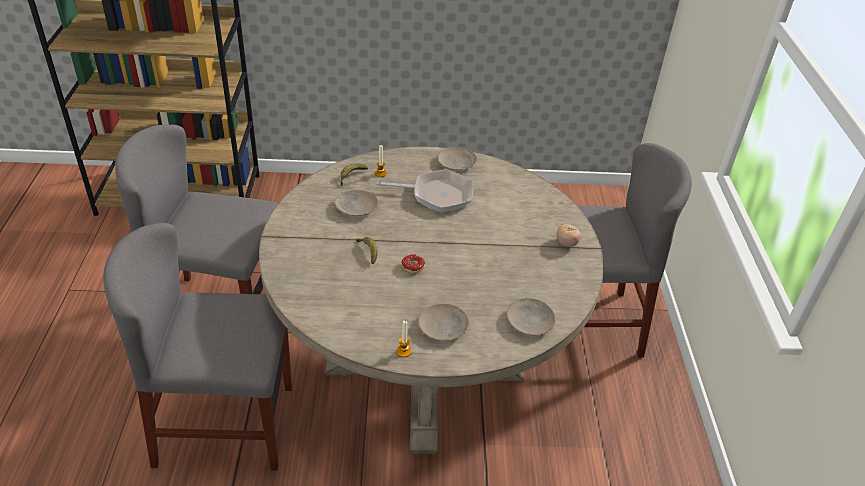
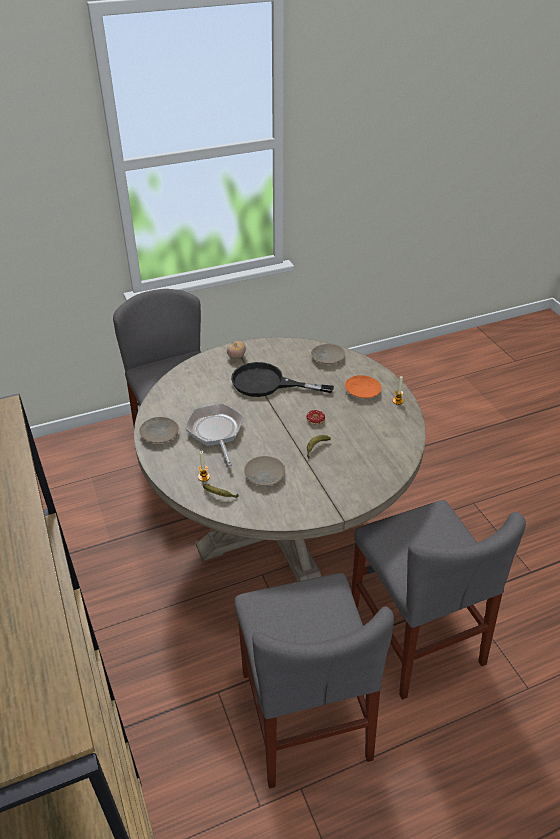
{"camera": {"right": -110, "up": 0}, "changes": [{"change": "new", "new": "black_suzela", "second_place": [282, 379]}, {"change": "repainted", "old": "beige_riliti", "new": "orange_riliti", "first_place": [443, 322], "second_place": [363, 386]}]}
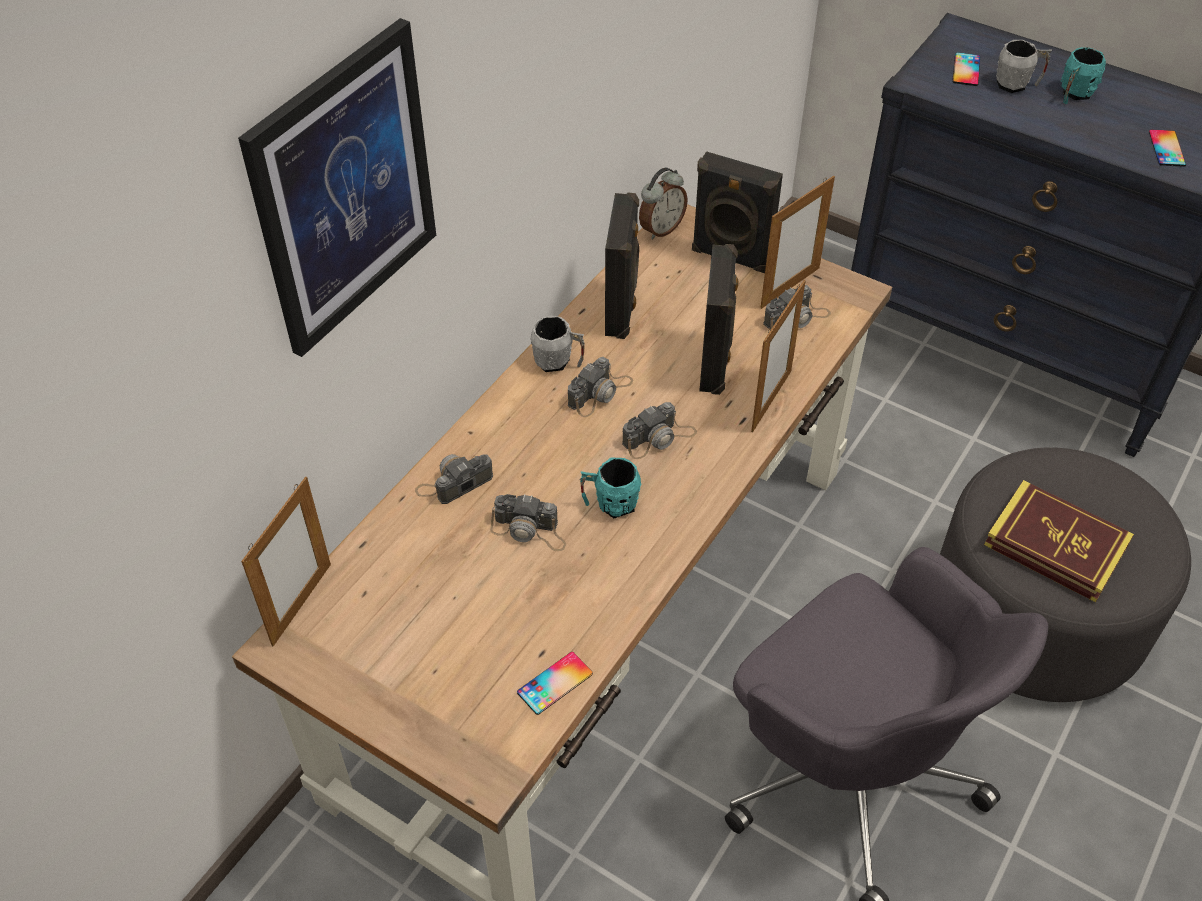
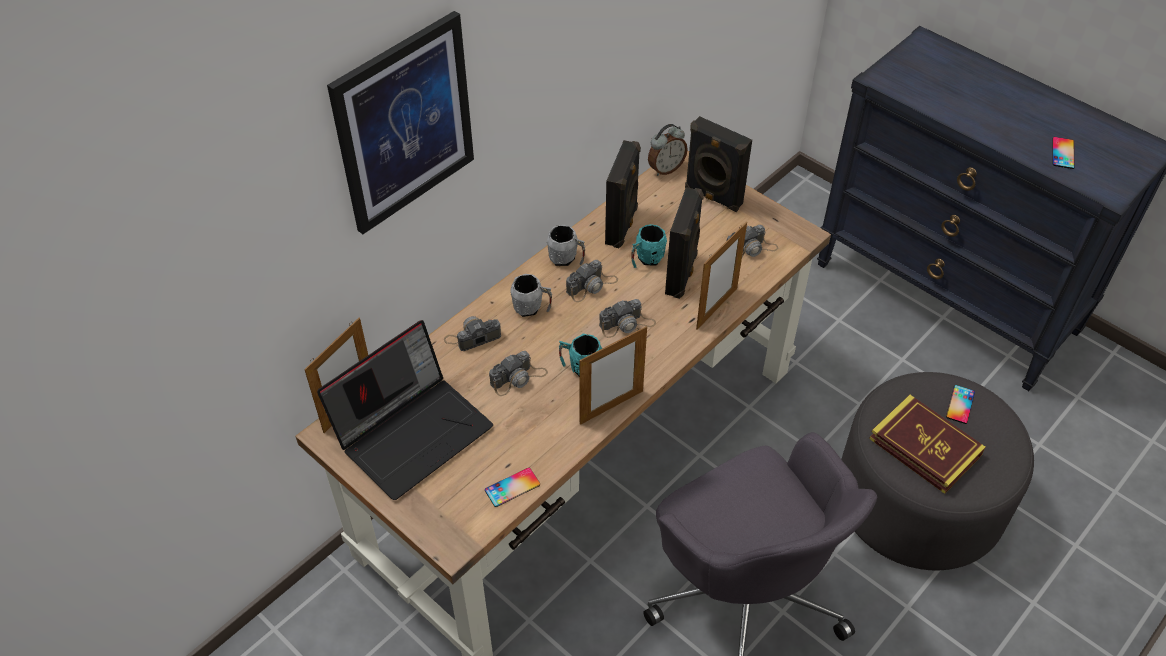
{"camera": {"right": 10, "up": 0}, "changes": [{"change": "new", "new": "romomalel", "second_place": [405, 410]}, {"change": "shifted", "old": "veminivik", "first_place": [797, 242], "second_place": [613, 375]}, {"change": "shifted", "old": "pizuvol", "first_place": [966, 69], "second_place": [960, 404]}, {"change": "shifted", "old": "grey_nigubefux", "first_place": [1024, 66], "second_place": [531, 295]}, {"change": "shifted", "old": "turquoise_nigubefux", "first_place": [1083, 75], "second_place": [649, 246]}, {"change": "rotated", "old": "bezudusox", "first_place": [528, 522], "second_place": [518, 373], "degrees": -60}]}
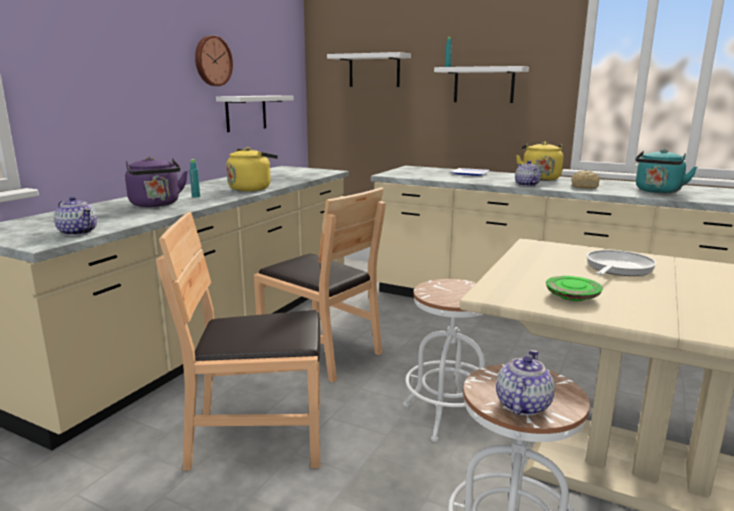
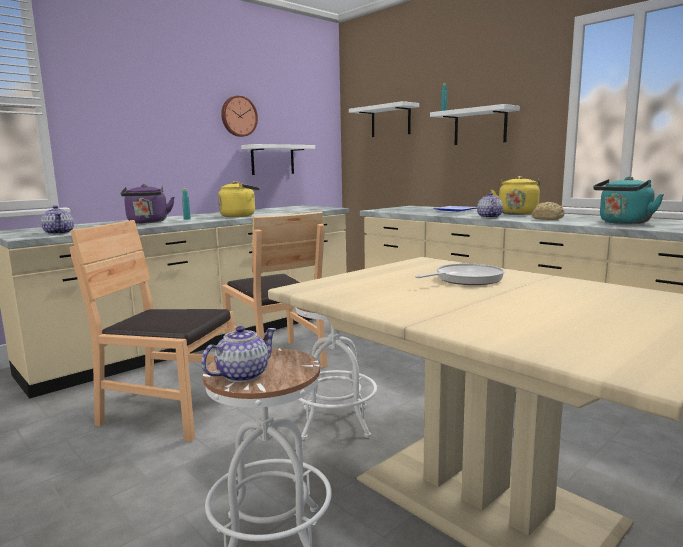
{"camera": {"right": 20, "up": -5}, "changes": [{"change": "gone", "old": "green_riliti", "first_place": [574, 288]}]}
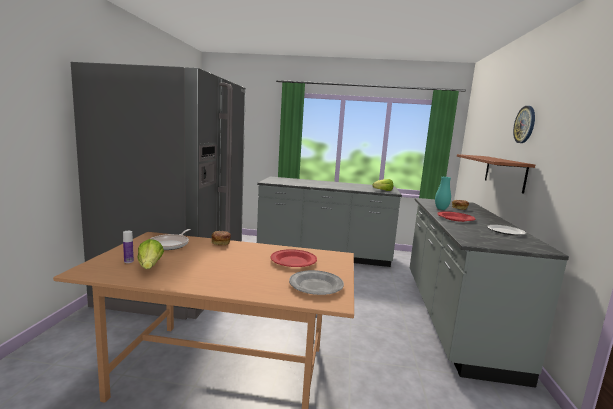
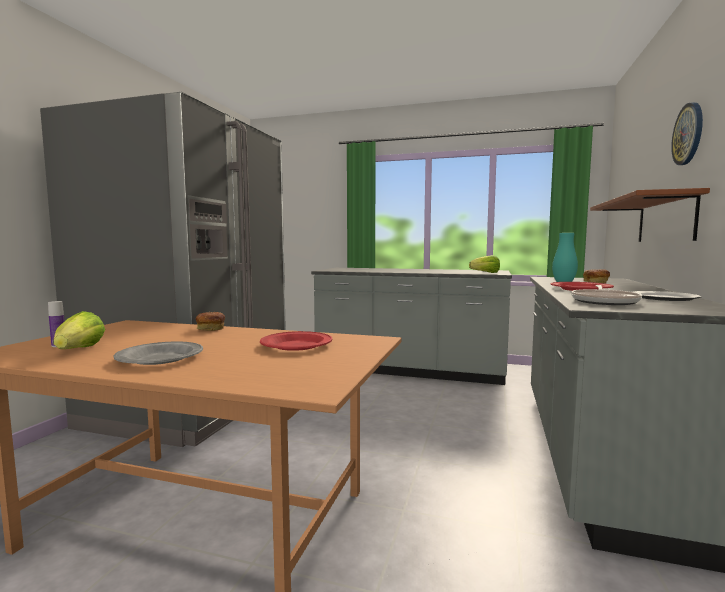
{"camera": {"right": 10, "up": -5}, "changes": [{"change": "shifted", "old": "suzela", "first_place": [170, 239], "second_place": [606, 295]}, {"change": "shifted", "old": "grey_riliti", "first_place": [316, 282], "second_place": [158, 353]}]}
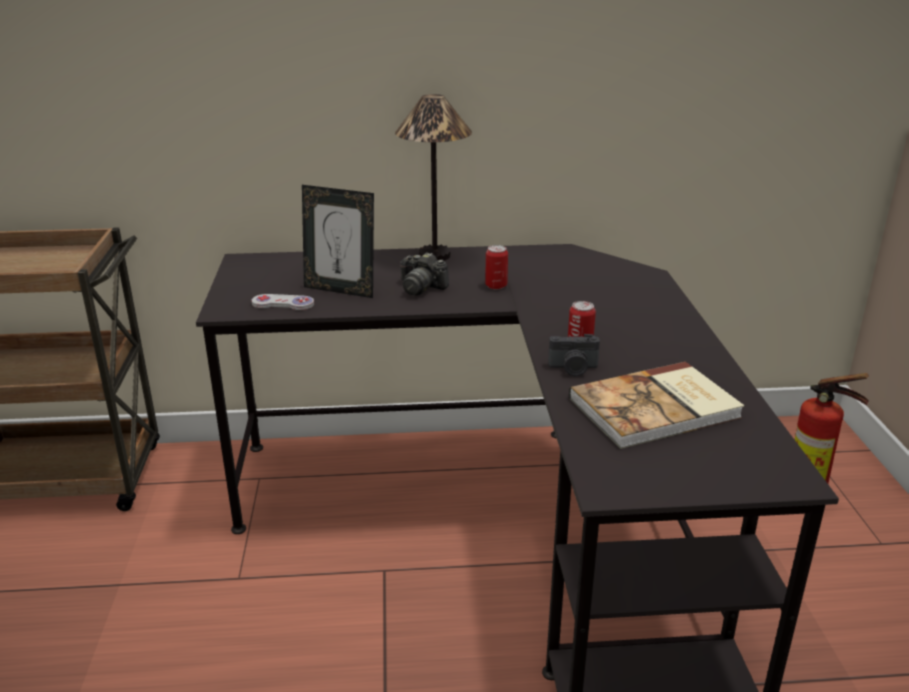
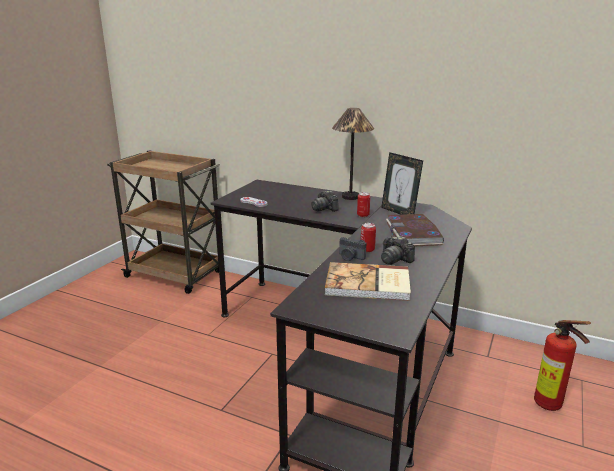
{"camera": {"right": 30, "up": -5}, "changes": [{"change": "new", "new": "bezudusox", "second_place": [398, 250]}, {"change": "new", "new": "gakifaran", "second_place": [415, 230]}, {"change": "shifted", "old": "veminivik", "first_place": [338, 241], "second_place": [402, 183]}]}
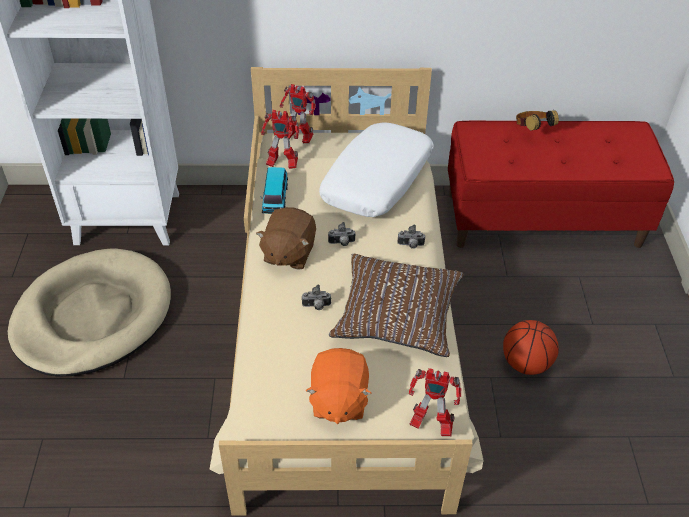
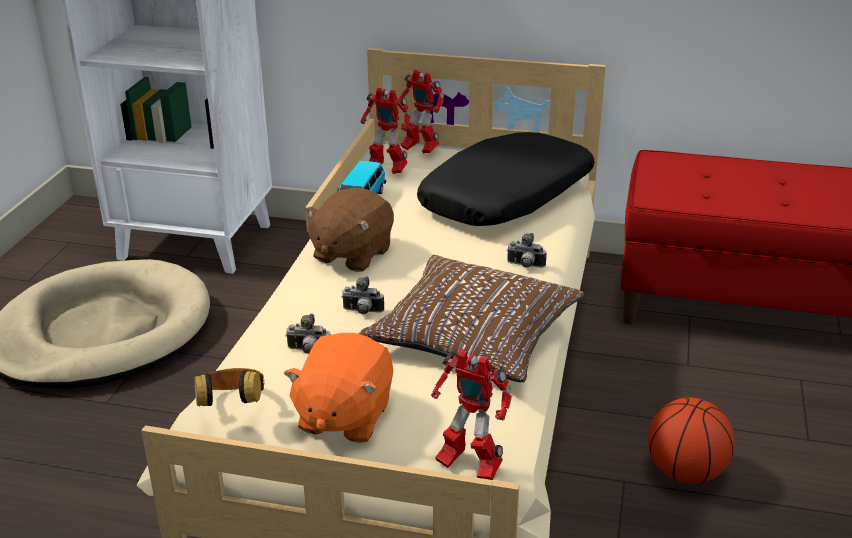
{"camera": {"right": 15, "up": -15}, "changes": [{"change": "shifted", "old": "bezudusox", "first_place": [342, 234], "second_place": [307, 334]}, {"change": "shifted", "old": "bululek", "first_place": [537, 120], "second_place": [229, 387]}, {"change": "repainted", "old": "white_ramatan", "new": "black_ramatan", "first_place": [376, 169], "second_place": [506, 179]}]}
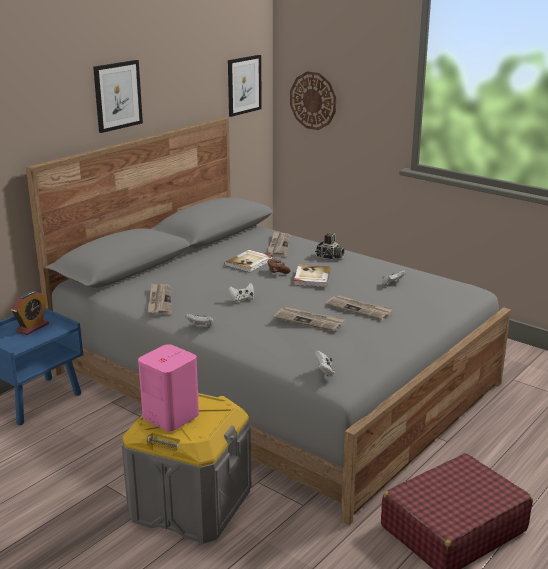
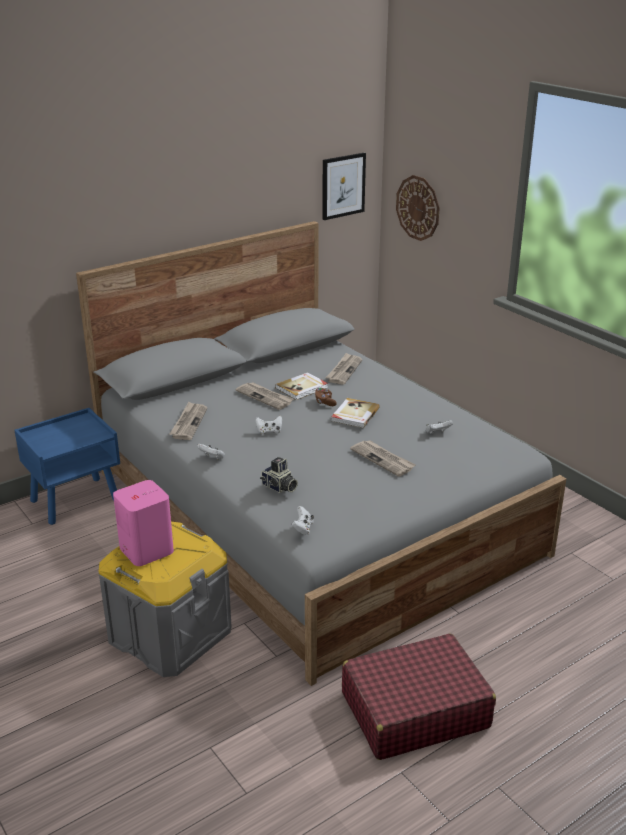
{"camera": {"right": 15, "up": 5}, "changes": [{"change": "gone", "old": "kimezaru", "first_place": [30, 313]}, {"change": "gone", "old": "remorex", "first_place": [118, 96]}, {"change": "shifted", "old": "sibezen", "first_place": [309, 319], "second_place": [264, 396]}, {"change": "shifted", "old": "bezudusox", "first_place": [330, 246], "second_place": [279, 475]}]}
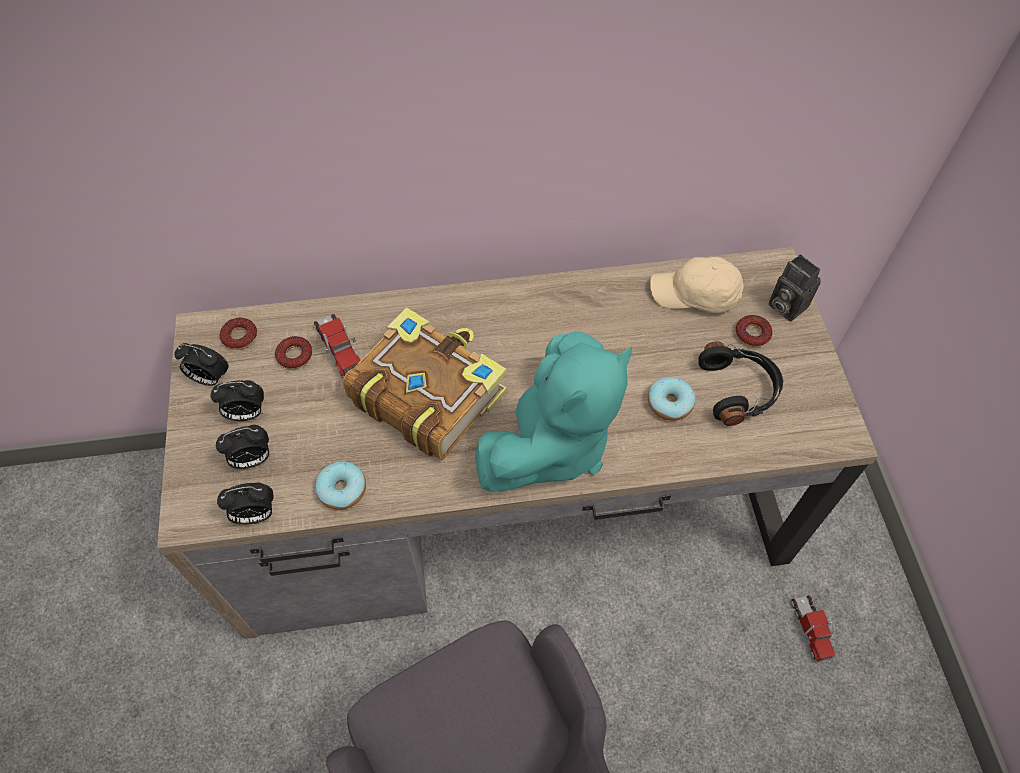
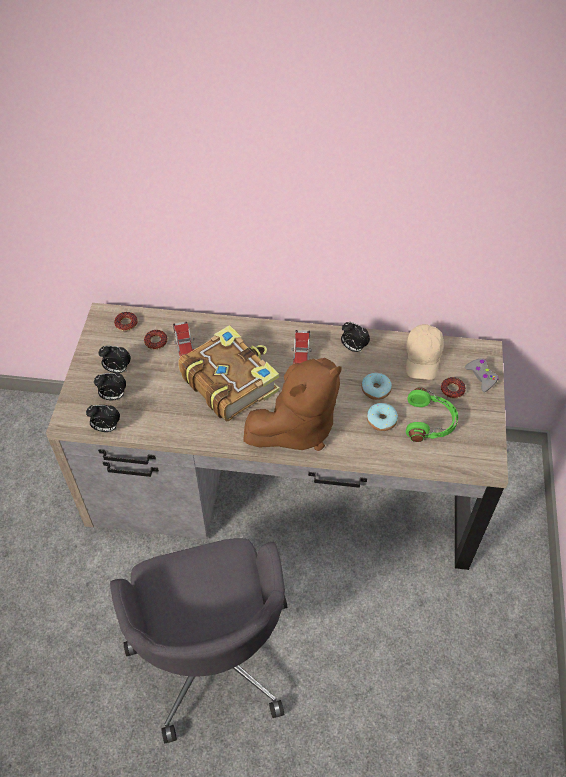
{"camera": {"right": 15, "up": -5}, "changes": [{"change": "shifted", "old": "kimezaru", "first_place": [201, 364], "second_place": [355, 337]}, {"change": "shifted", "old": "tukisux", "first_place": [340, 485], "second_place": [376, 386]}, {"change": "shifted", "old": "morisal", "first_place": [813, 628], "second_place": [301, 347]}, {"change": "swapped", "old": "bezudusox", "new": "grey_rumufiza", "first_place": [794, 287], "second_place": [481, 375]}, {"change": "repainted", "old": "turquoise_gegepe", "new": "brown_gegepe", "first_place": [553, 411], "second_place": [292, 404]}, {"change": "repainted", "old": "black_bululek", "new": "green_bululek", "first_place": [741, 384], "second_place": [432, 414]}, {"change": "rotated", "old": "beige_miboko", "first_place": [696, 285], "second_place": [425, 352], "degrees": -105}]}
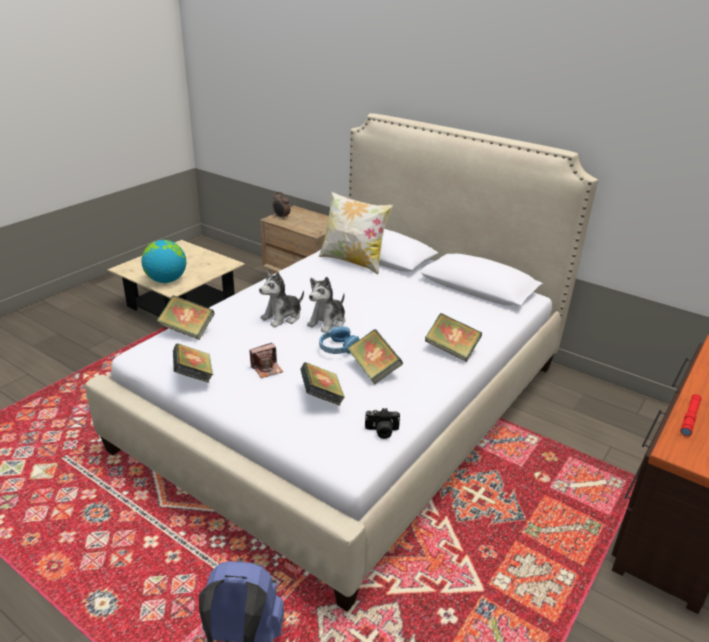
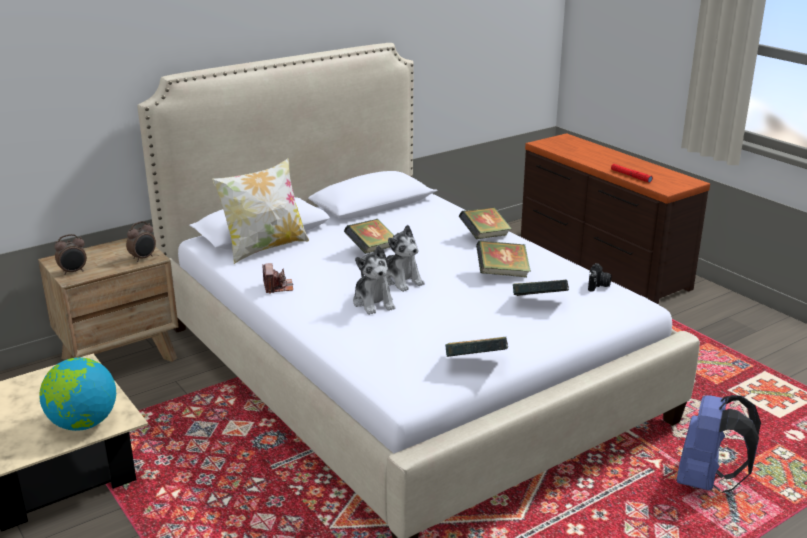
{"camera": {"right": -70, "up": -5}, "changes": [{"change": "gone", "old": "blue_bululek", "first_place": [339, 340]}, {"change": "new", "new": "kimezaru", "second_place": [141, 241]}, {"change": "shifted", "old": "gakifaran", "first_place": [186, 317], "second_place": [369, 236]}, {"change": "shifted", "old": "bezudusox", "first_place": [266, 360], "second_place": [277, 278]}]}
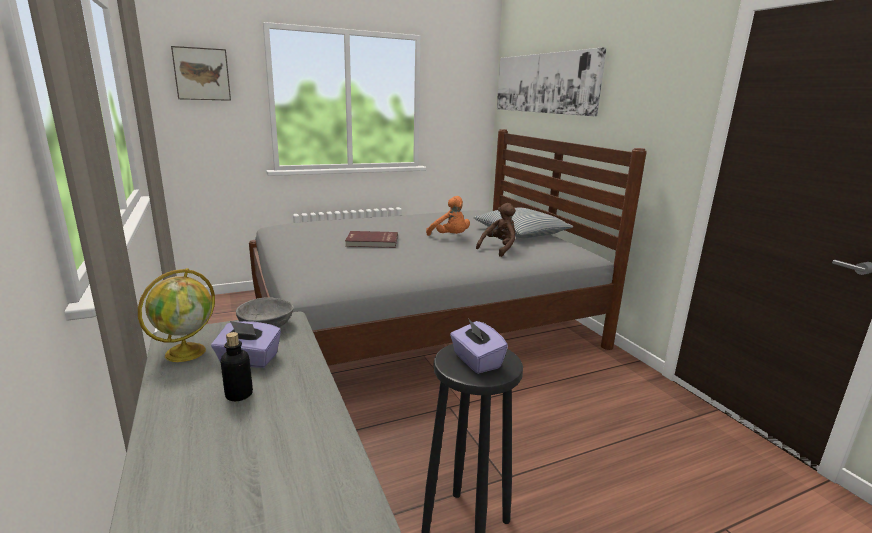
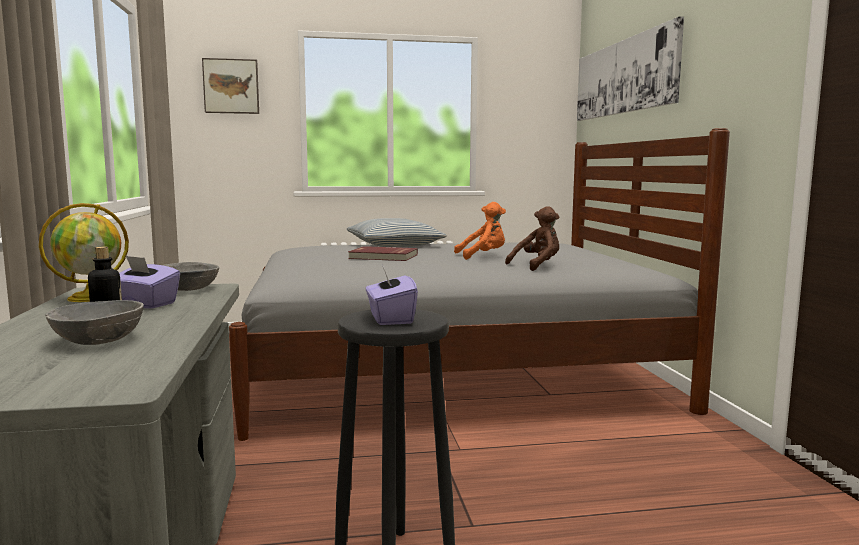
{"camera": {"right": 15, "up": -10}, "changes": [{"change": "new", "new": "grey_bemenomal", "second_place": [95, 322]}, {"change": "shifted", "old": "ramatan", "first_place": [523, 223], "second_place": [397, 232]}, {"change": "rotated", "old": "orange_gegepe", "first_place": [448, 216], "second_place": [480, 231], "degrees": -75}]}
